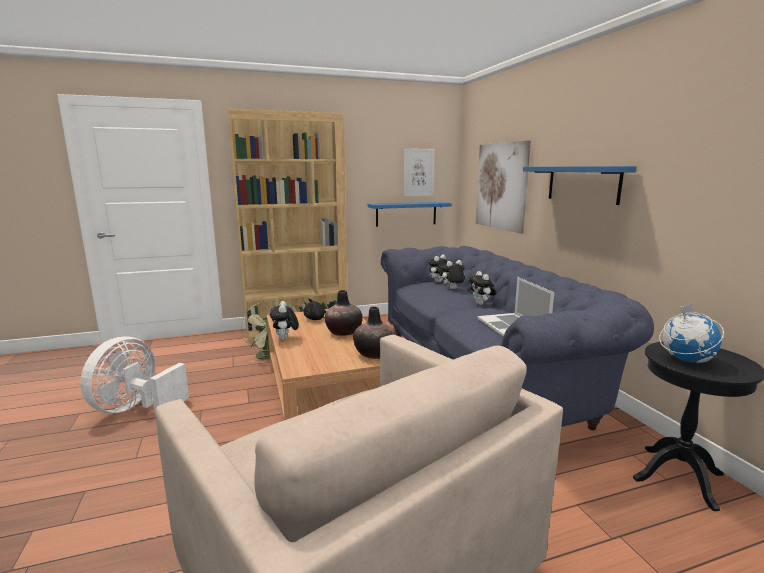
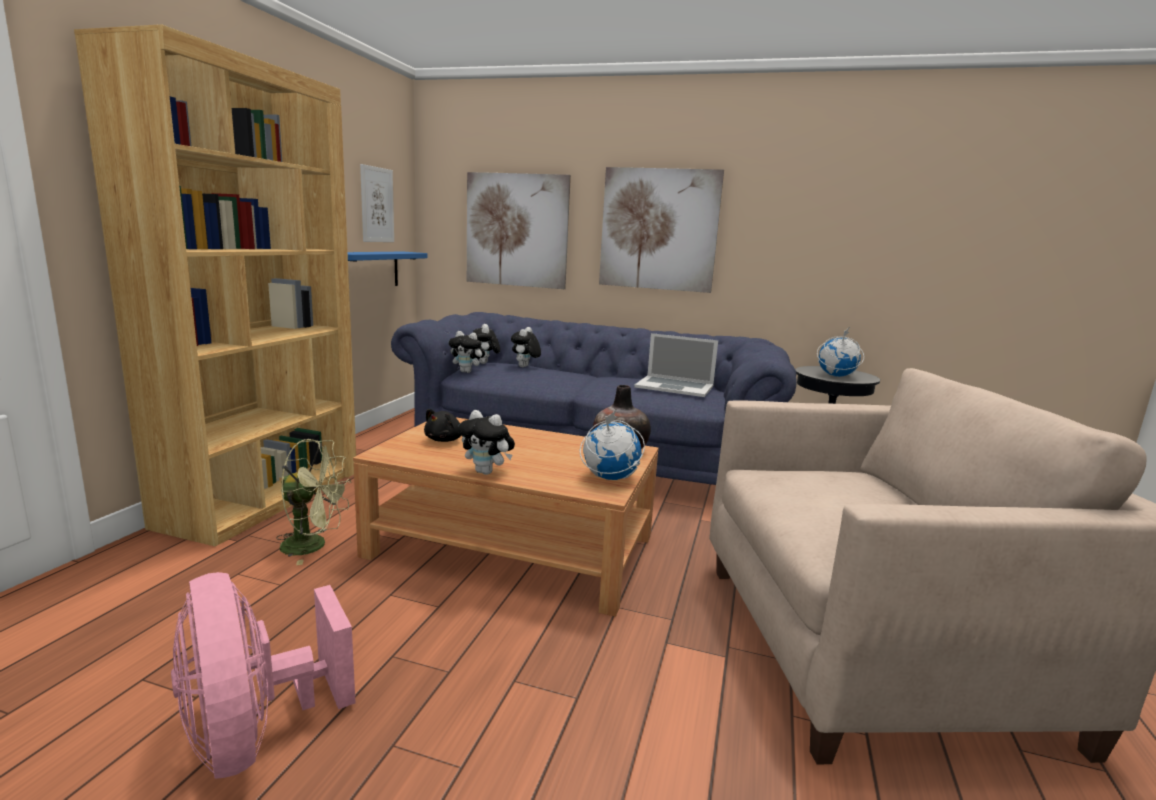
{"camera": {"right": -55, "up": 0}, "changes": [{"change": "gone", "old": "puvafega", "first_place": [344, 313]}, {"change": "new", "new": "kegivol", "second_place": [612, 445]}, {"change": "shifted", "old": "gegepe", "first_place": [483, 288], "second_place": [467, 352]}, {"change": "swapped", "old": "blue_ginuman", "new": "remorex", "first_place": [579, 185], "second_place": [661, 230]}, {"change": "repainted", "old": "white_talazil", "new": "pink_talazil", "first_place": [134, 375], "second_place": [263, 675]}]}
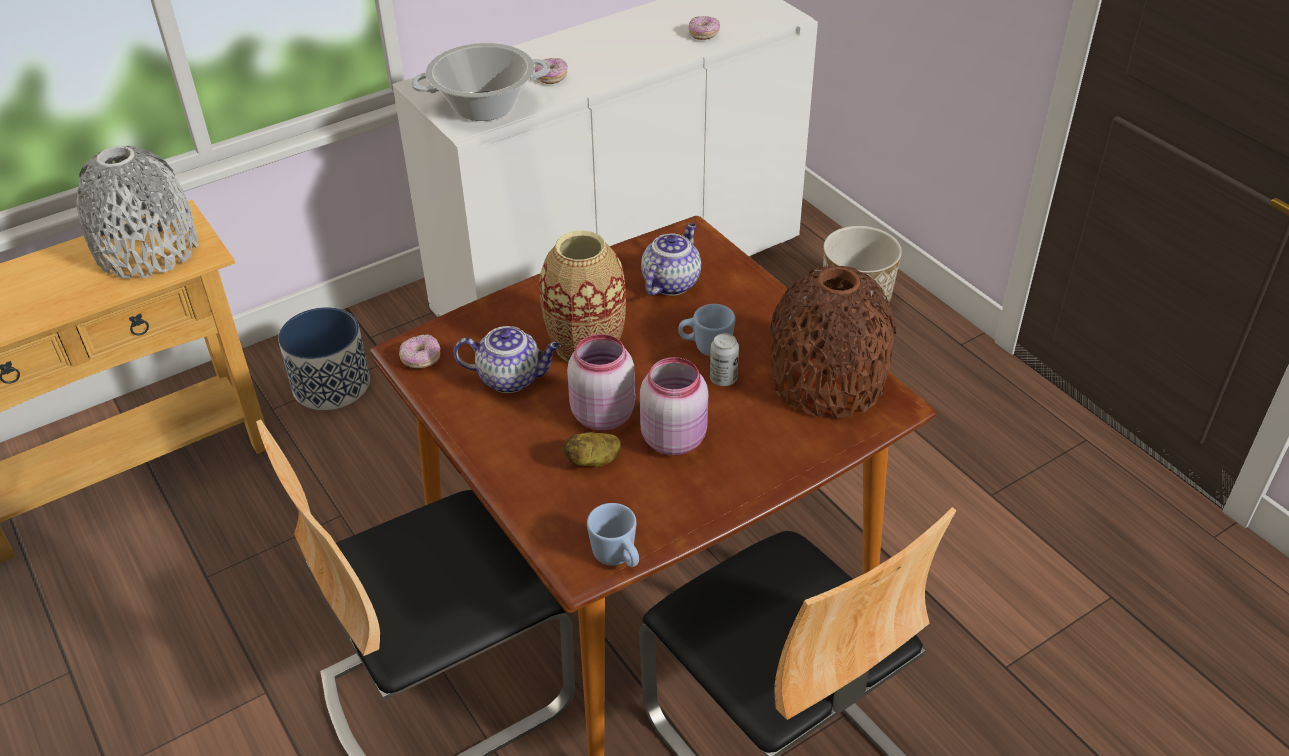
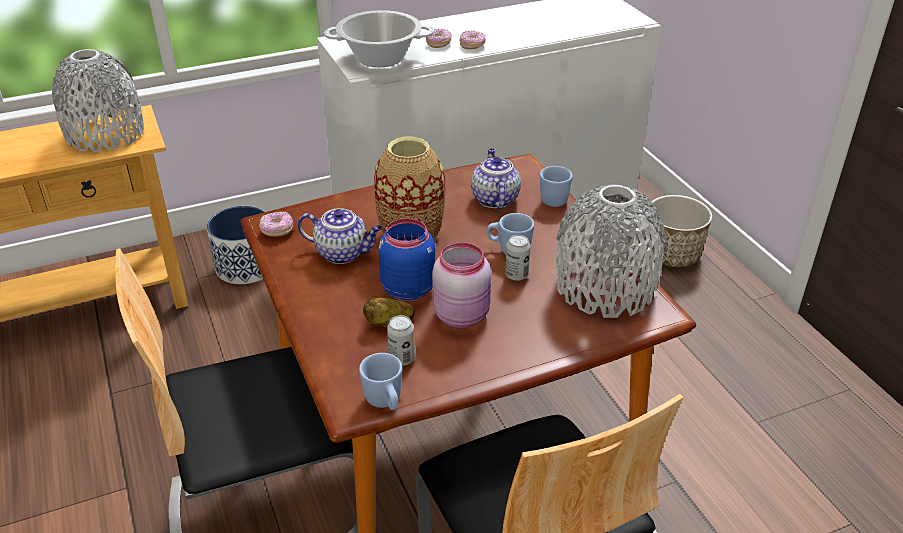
{"camera": {"right": 10, "up": -5}, "changes": [{"change": "new", "new": "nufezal", "second_place": [401, 340]}, {"change": "new", "new": "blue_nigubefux", "second_place": [556, 186]}, {"change": "shifted", "old": "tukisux", "first_place": [704, 28], "second_place": [472, 40]}, {"change": "repainted", "old": "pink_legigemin", "new": "blue_legigemin", "first_place": [601, 382], "second_place": [406, 259]}, {"change": "repainted", "old": "brown_puvafega", "new": "grey_puvafega", "first_place": [832, 342], "second_place": [611, 251]}, {"change": "rotated", "old": "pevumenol", "first_place": [671, 259], "second_place": [496, 179], "degrees": -45}]}
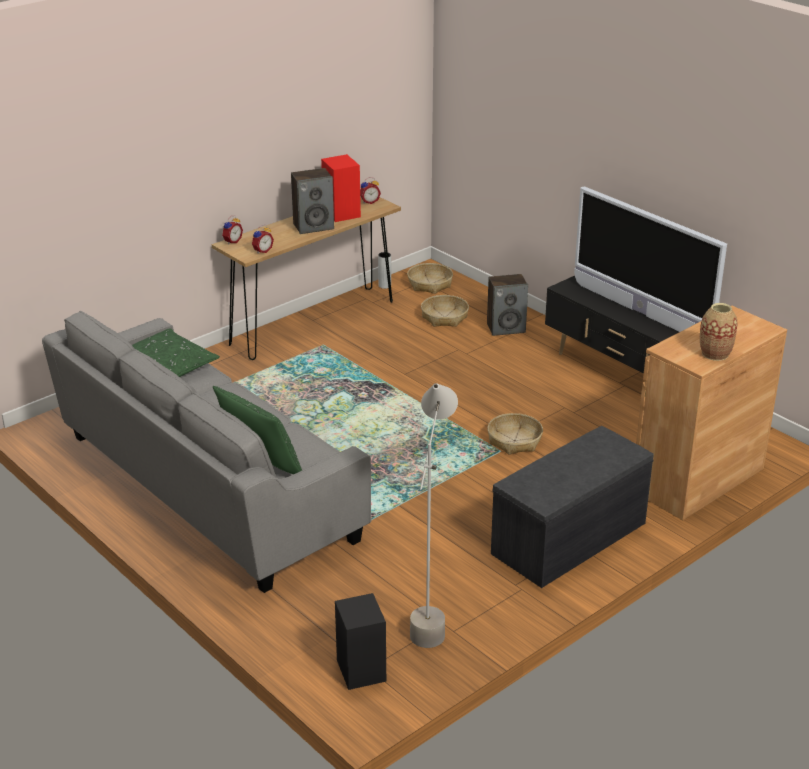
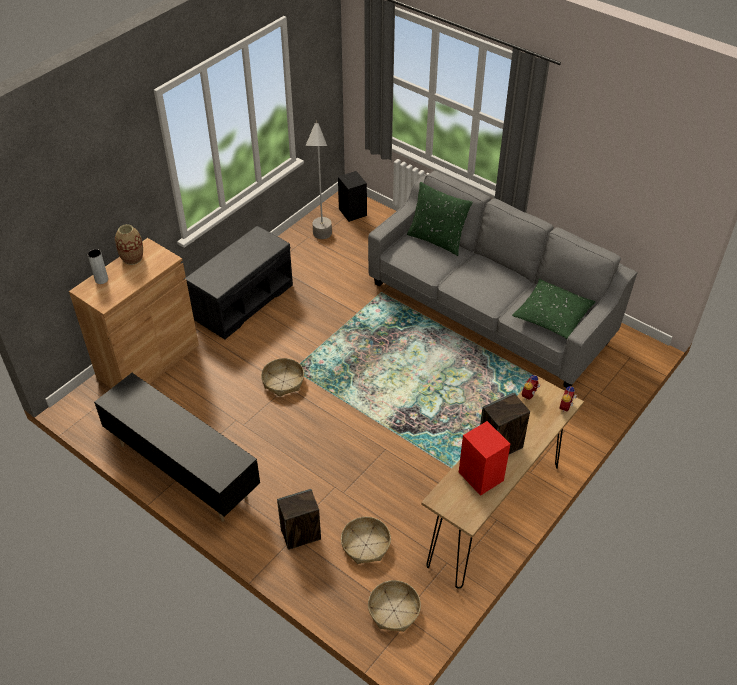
{"camera": {"right": 170, "up": 15}, "changes": [{"change": "gone", "old": "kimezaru", "first_place": [370, 190]}, {"change": "gone", "old": "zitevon", "first_place": [650, 259]}, {"change": "shifted", "old": "grey_puvafega", "first_place": [384, 270], "second_place": [98, 266]}]}
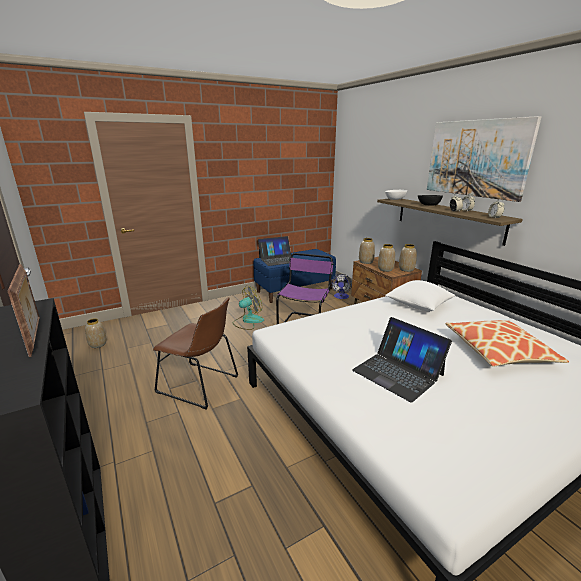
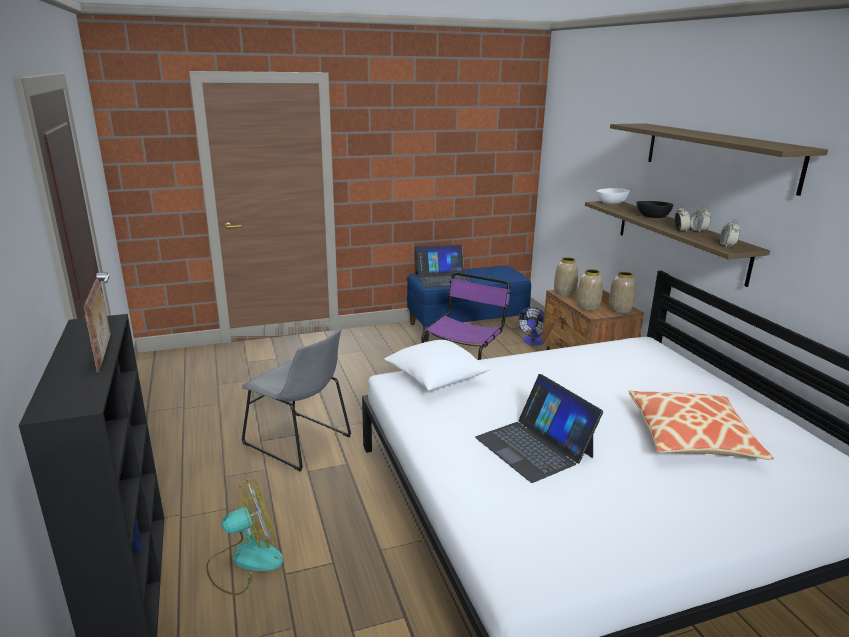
{"camera": {"right": 10, "up": 0}, "changes": [{"change": "gone", "old": "puvafega", "first_place": [96, 333]}, {"change": "shifted", "old": "talazil", "first_place": [248, 308], "second_place": [245, 536]}, {"change": "shifted", "old": "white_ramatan", "first_place": [420, 296], "second_place": [437, 365]}, {"change": "swapped", "old": "remorex", "new": "ginuman", "first_place": [484, 159], "second_place": [719, 159]}, {"change": "repainted", "old": "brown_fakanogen", "new": "grey_fakanogen", "first_place": [195, 353], "second_place": [296, 400]}]}
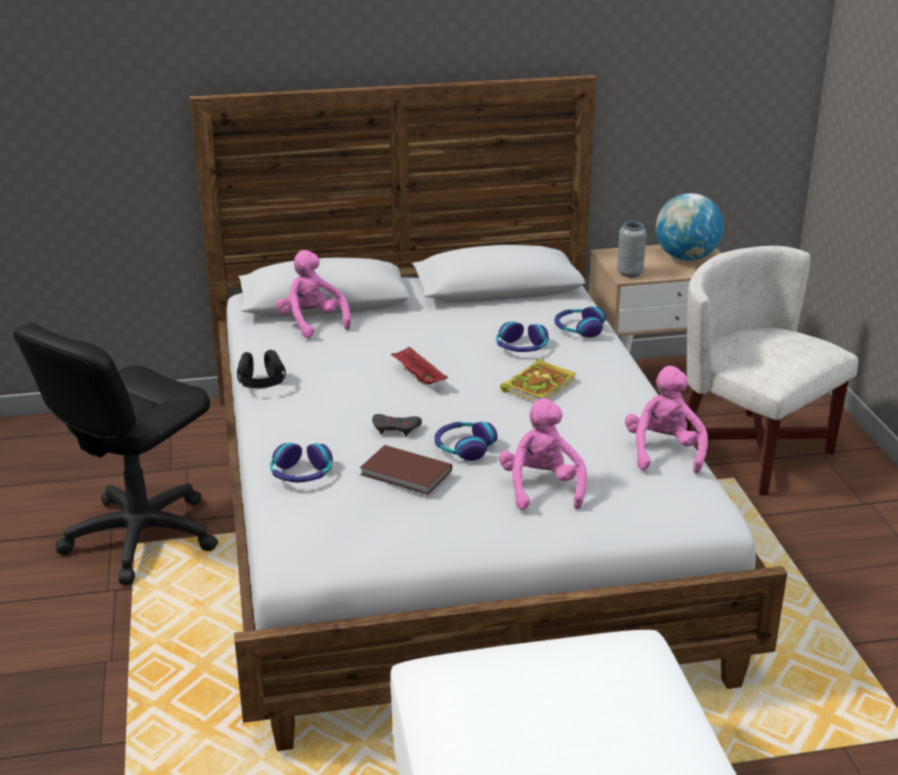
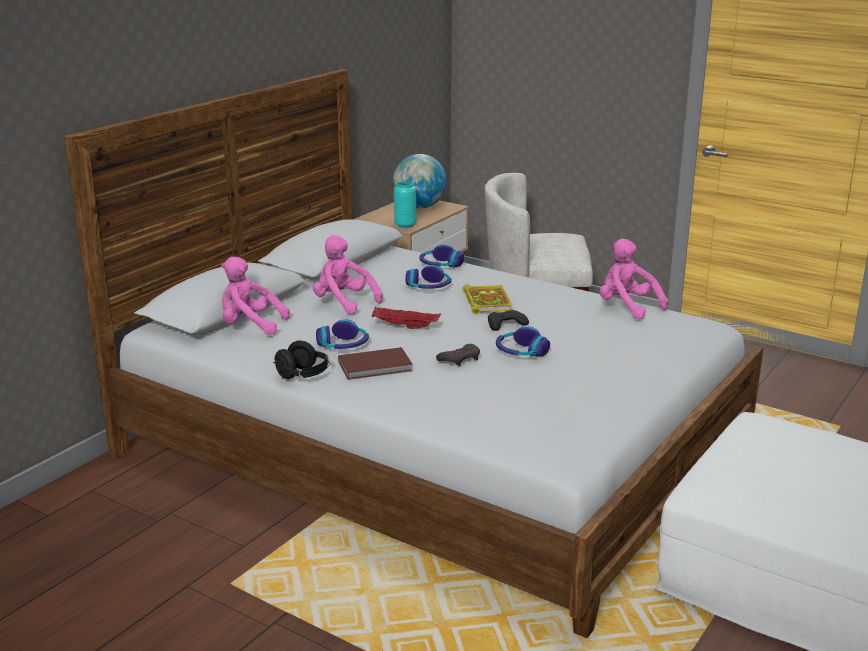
{"camera": {"right": -45, "up": -5}, "changes": [{"change": "gone", "old": "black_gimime", "first_place": [116, 453]}, {"change": "new", "new": "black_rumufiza", "second_place": [508, 320]}, {"change": "shifted", "old": "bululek", "first_place": [301, 463], "second_place": [342, 334]}, {"change": "shifted", "old": "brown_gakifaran", "first_place": [406, 470], "second_place": [375, 363]}, {"change": "shifted", "old": "pink_gegepe", "first_place": [543, 454], "second_place": [348, 274]}, {"change": "repainted", "old": "grey_puvafega", "new": "turquoise_puvafega", "first_place": [632, 249], "second_place": [405, 204]}]}
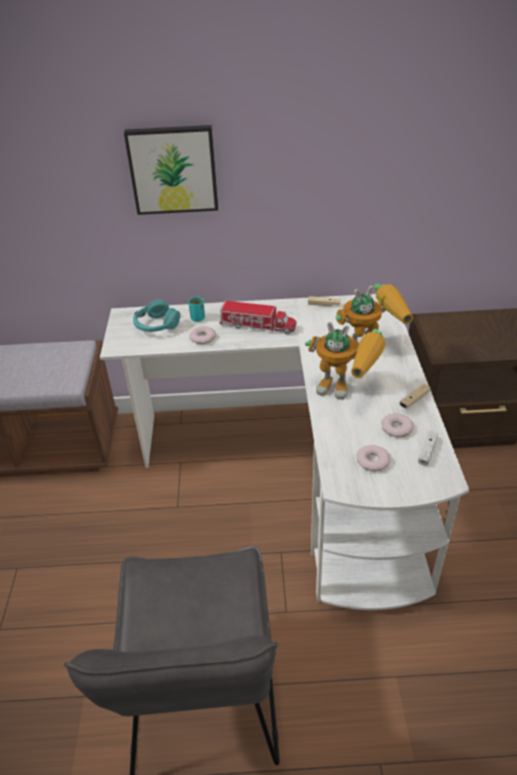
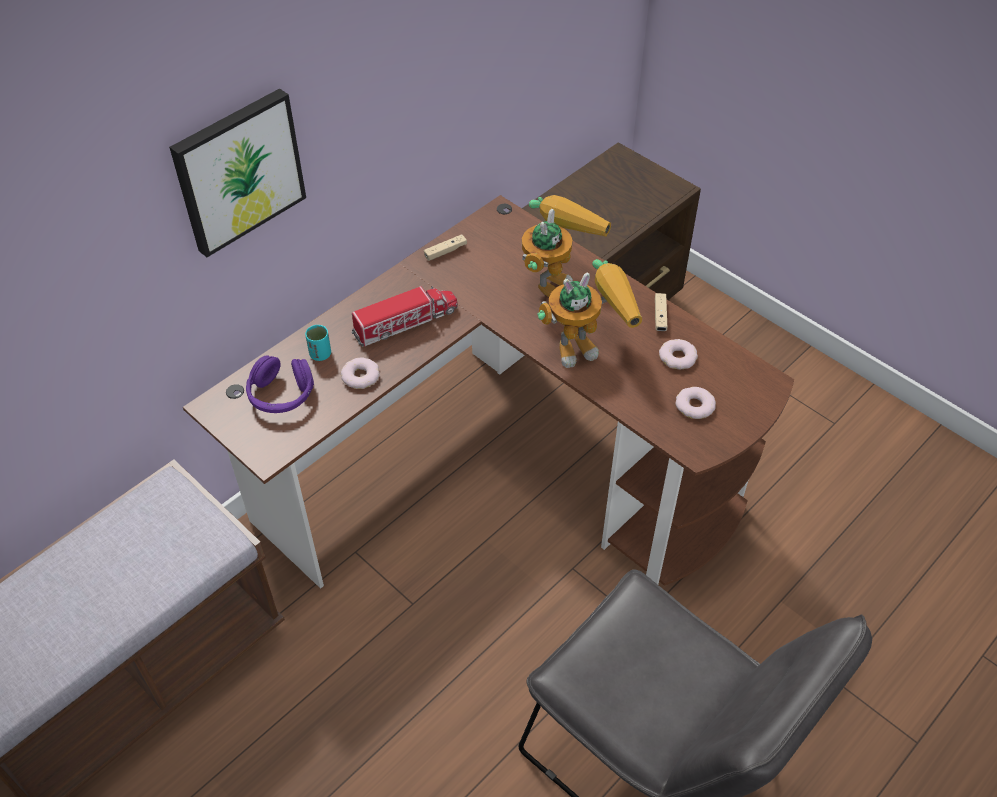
{"camera": {"right": -45, "up": 10}, "changes": [{"change": "gone", "old": "white_rumufiza", "first_place": [428, 448]}, {"change": "repainted", "old": "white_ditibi", "new": "brown_ditibi", "first_place": [284, 452], "second_place": [488, 392]}, {"change": "repainted", "old": "turquoise_bululek", "new": "purple_bululek", "first_place": [156, 316], "second_place": [280, 384]}]}
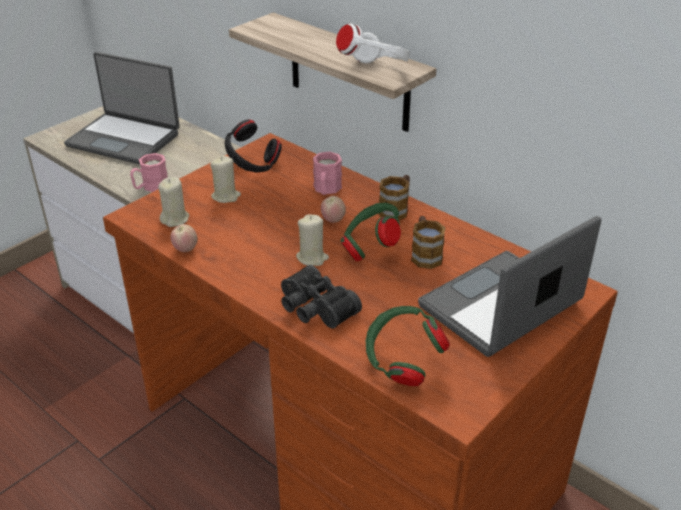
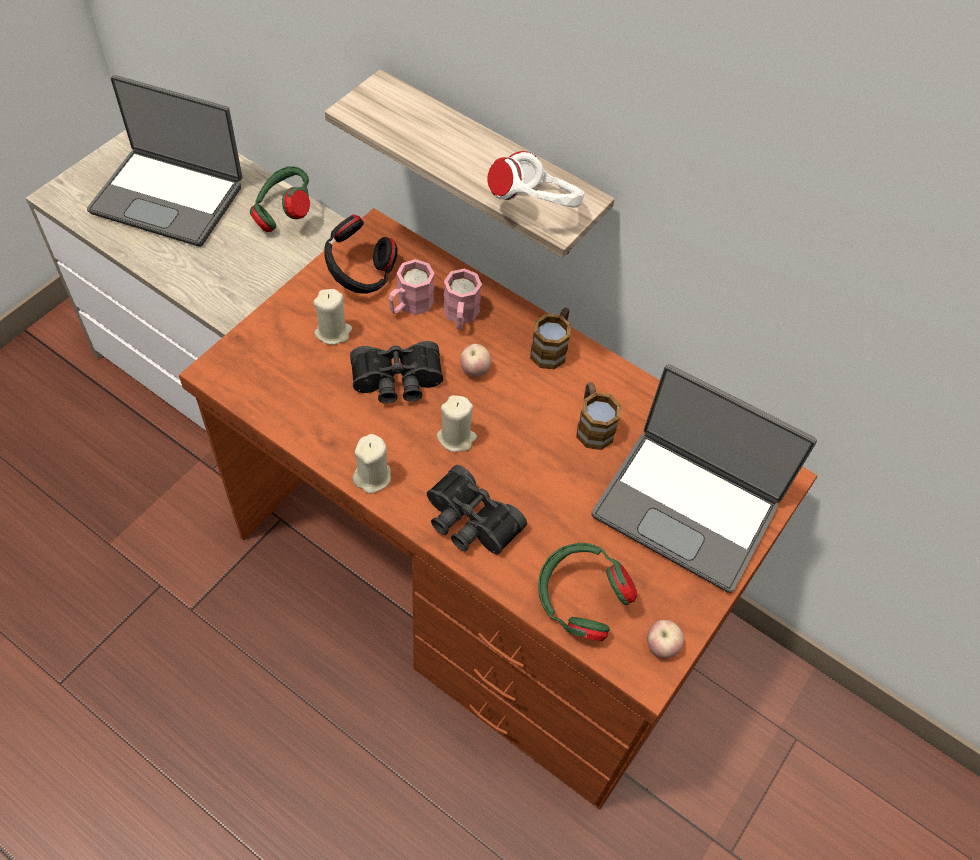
{"camera": {"right": -10, "up": 20}, "changes": [{"change": "new", "new": "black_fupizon", "second_place": [396, 372]}, {"change": "shifted", "old": "pink_nigubefux", "first_place": [149, 172], "second_place": [412, 287]}, {"change": "shifted", "old": "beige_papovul", "first_place": [173, 202], "second_place": [372, 464]}, {"change": "shifted", "old": "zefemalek", "first_place": [184, 238], "second_place": [665, 639]}, {"change": "shifted", "old": "green_bululek", "first_place": [371, 232], "second_place": [280, 199]}, {"change": "rotated", "old": "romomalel", "first_place": [509, 286], "second_place": [704, 478], "degrees": -105}]}
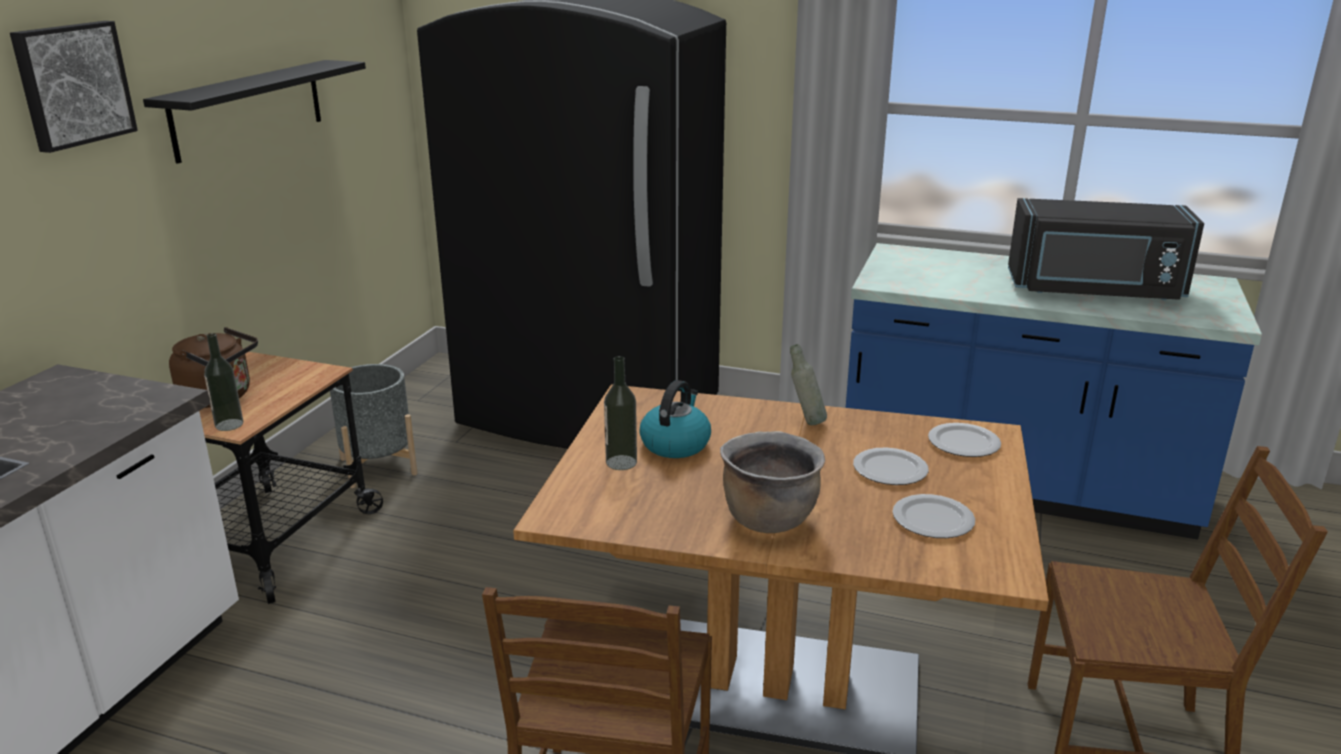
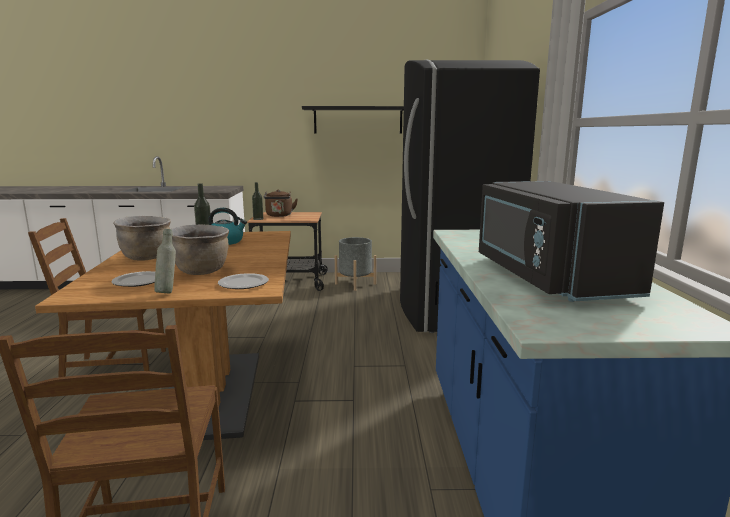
{"camera": {"right": 70, "up": -10}, "changes": [{"change": "gone", "old": "remorex", "first_place": [74, 87]}, {"change": "shifted", "old": "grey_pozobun", "first_place": [808, 384], "second_place": [165, 261]}, {"change": "swapped", "old": "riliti", "new": "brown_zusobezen", "first_place": [891, 466], "second_place": [200, 249]}]}
